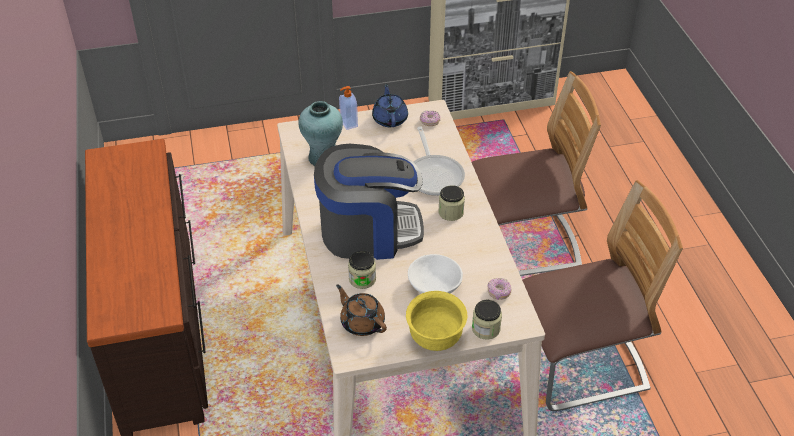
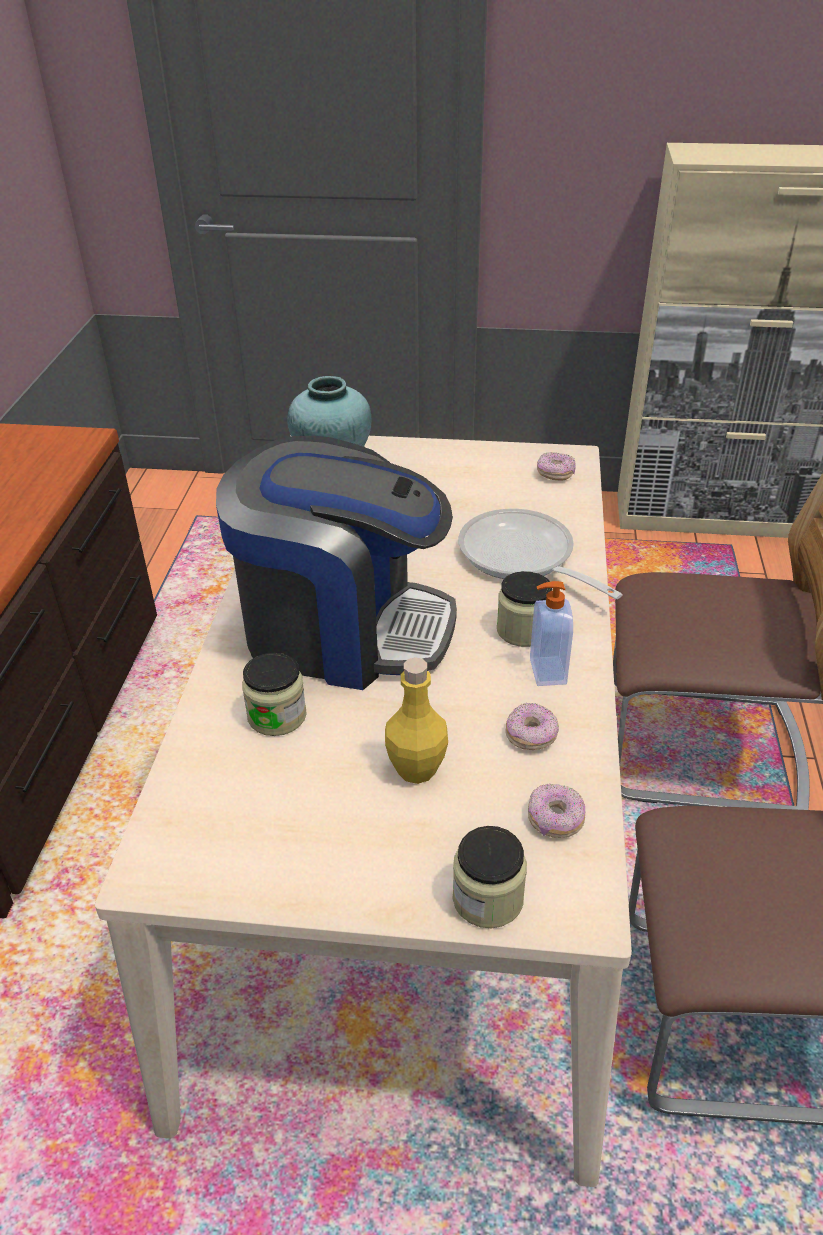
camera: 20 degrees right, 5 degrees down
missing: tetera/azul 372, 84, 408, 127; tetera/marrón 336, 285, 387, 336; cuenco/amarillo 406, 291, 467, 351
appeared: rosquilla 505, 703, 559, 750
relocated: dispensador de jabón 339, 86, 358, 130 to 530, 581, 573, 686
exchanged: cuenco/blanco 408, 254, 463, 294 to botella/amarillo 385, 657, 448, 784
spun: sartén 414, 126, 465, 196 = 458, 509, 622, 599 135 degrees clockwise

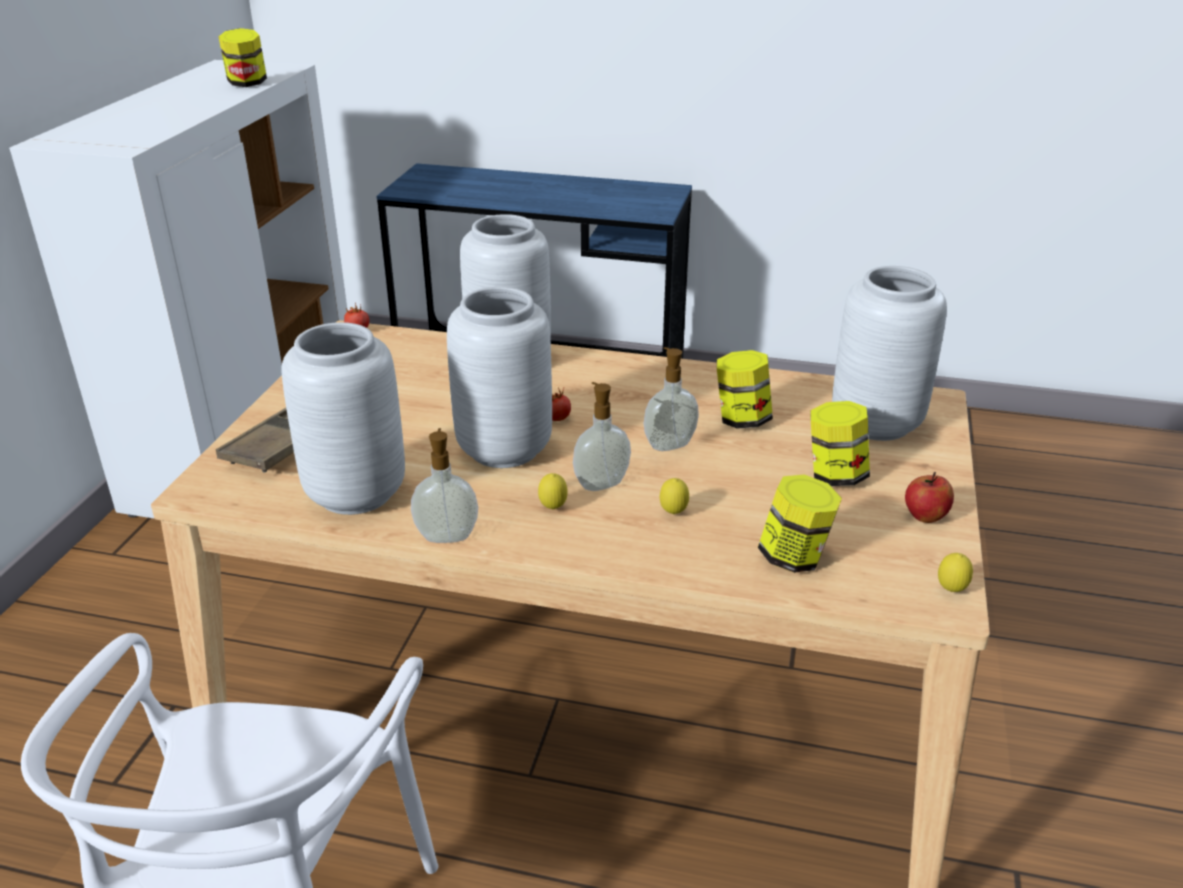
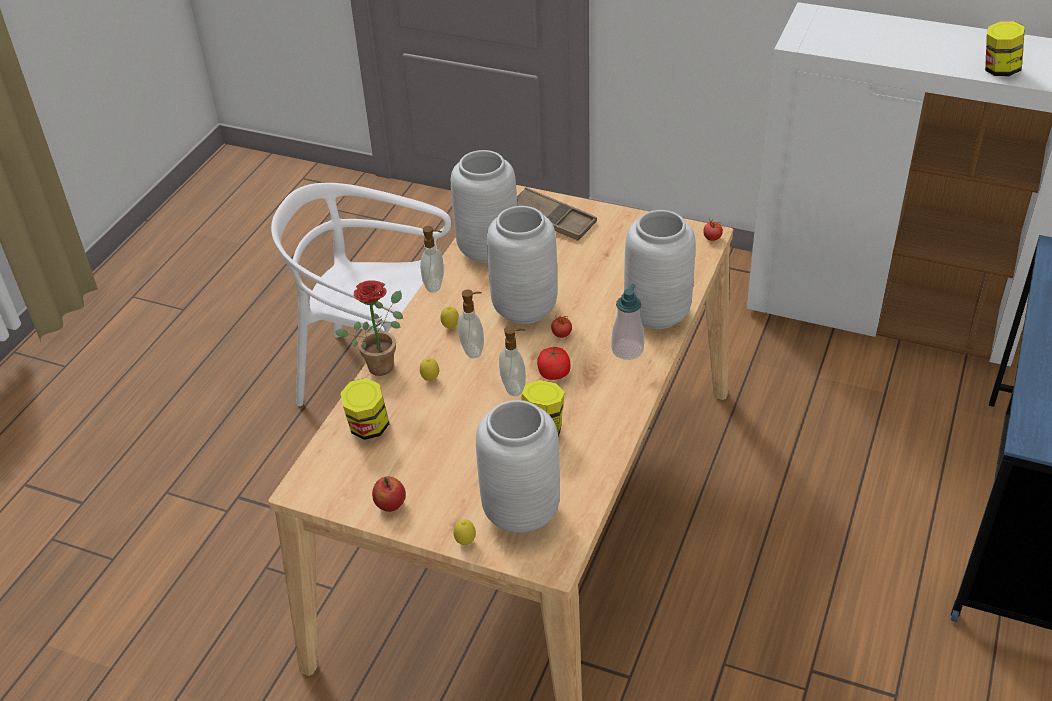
camera: 100 degrees right, 10 degrees up
missing: tarro 810, 401, 870, 486
appeared: planta en maceta 335, 280, 403, 376; dispensador de jabón 611, 284, 644, 360; tomate 537, 347, 571, 380
relocated: limón 938, 553, 973, 592 to 453, 519, 476, 545

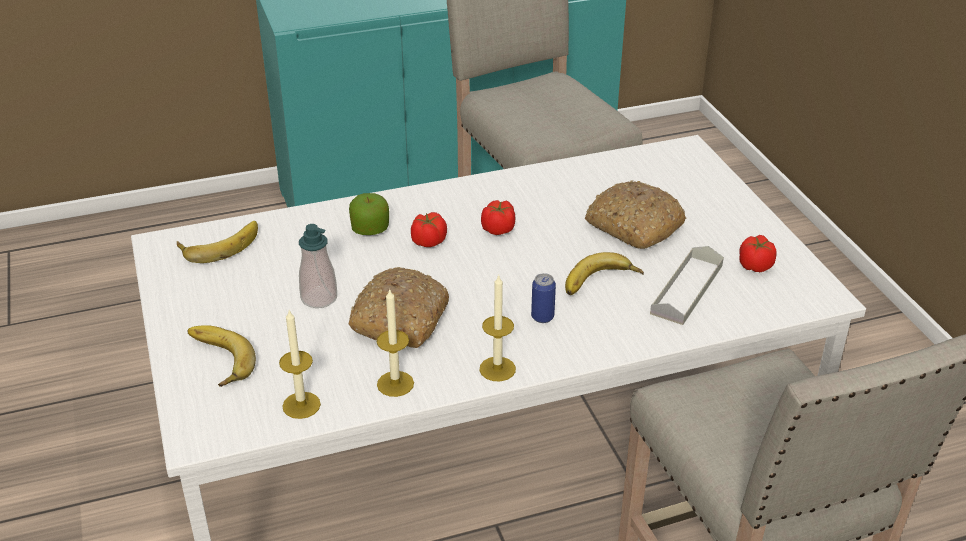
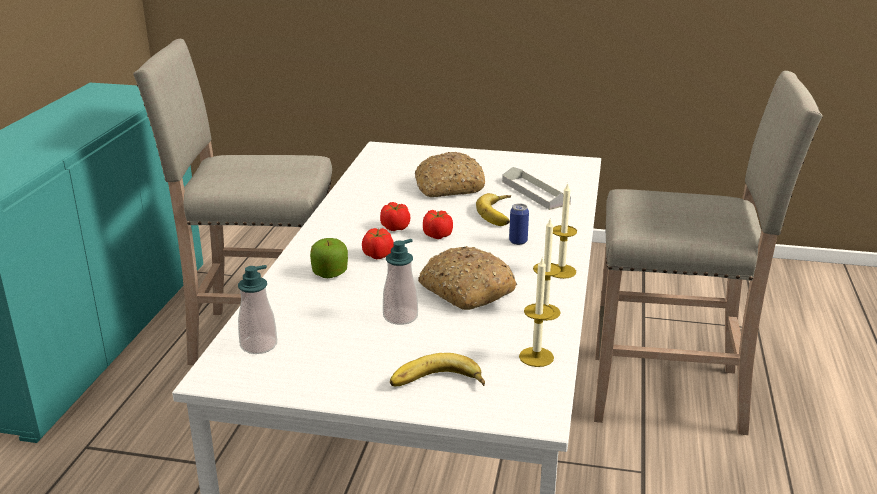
camera: 60 degrees left, 10 degrees down
relocated: tomate 739, 235, 777, 272 to 423, 210, 453, 239
exchanged: plátano 177, 221, 258, 263 to dispensador de jabón 238, 265, 277, 354

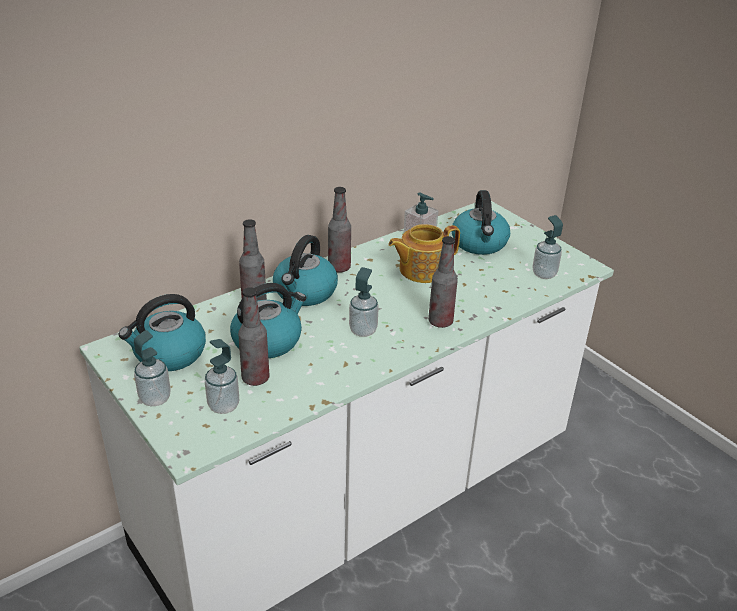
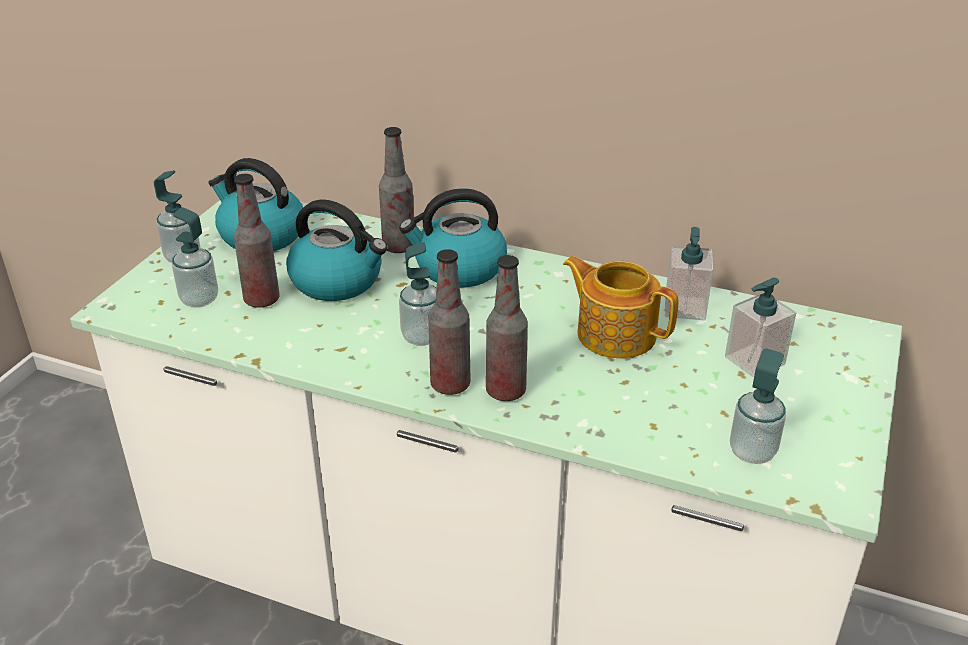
camera: 60 degrees right, 0 degrees up
relocated: botella 328, 187, 351, 273 to 428, 249, 470, 395
exchanged: hervidor 452, 190, 510, 255 to dispensador de jabón 725, 278, 796, 378

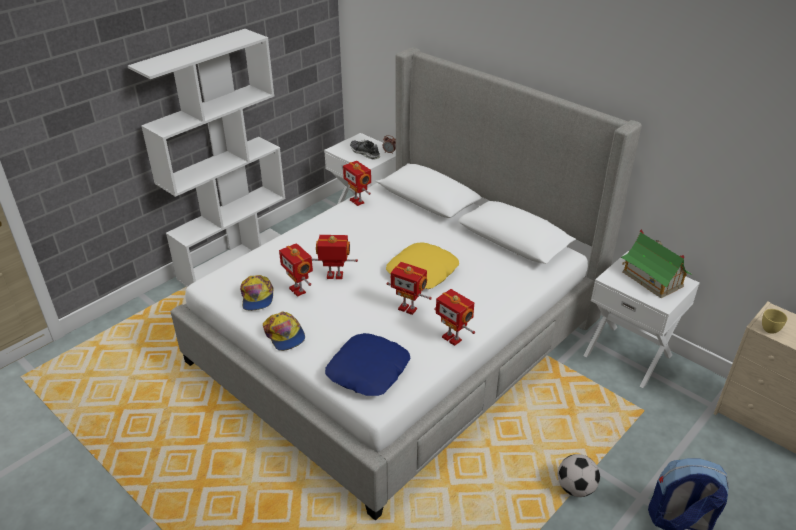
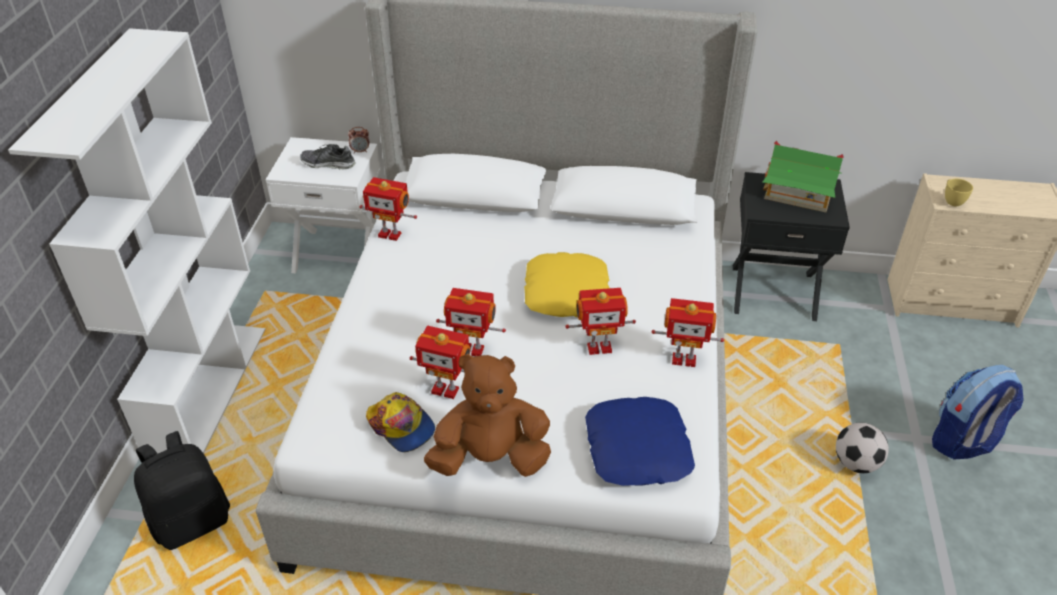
camera: 35 degrees left, 5 degrees up
appeared: mochila/negro 134, 431, 230, 550
exchanged: gorra 263, 311, 305, 351 to peluche/marrón 424, 354, 551, 477
colour: mesita de noche/blanco 584, 251, 700, 388 to mesita de noche/negro 733, 172, 850, 321
spun: robot de juguete 312, 235, 358, 279 = 436, 288, 506, 356 135 degrees counterclockwise

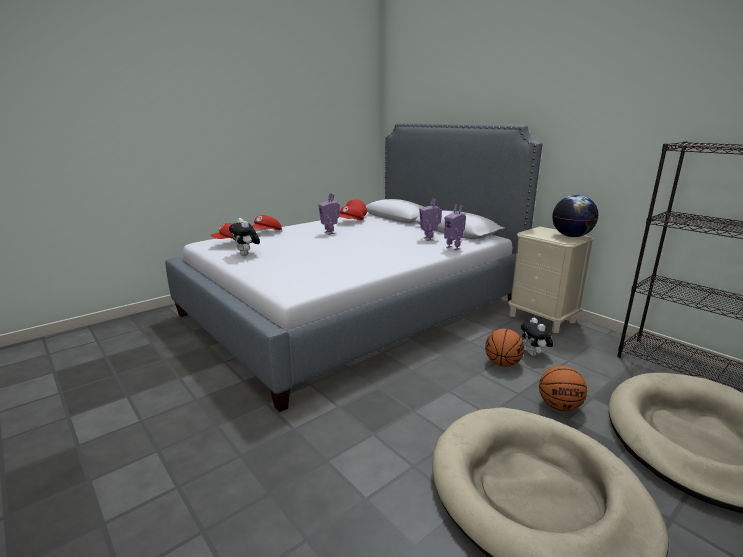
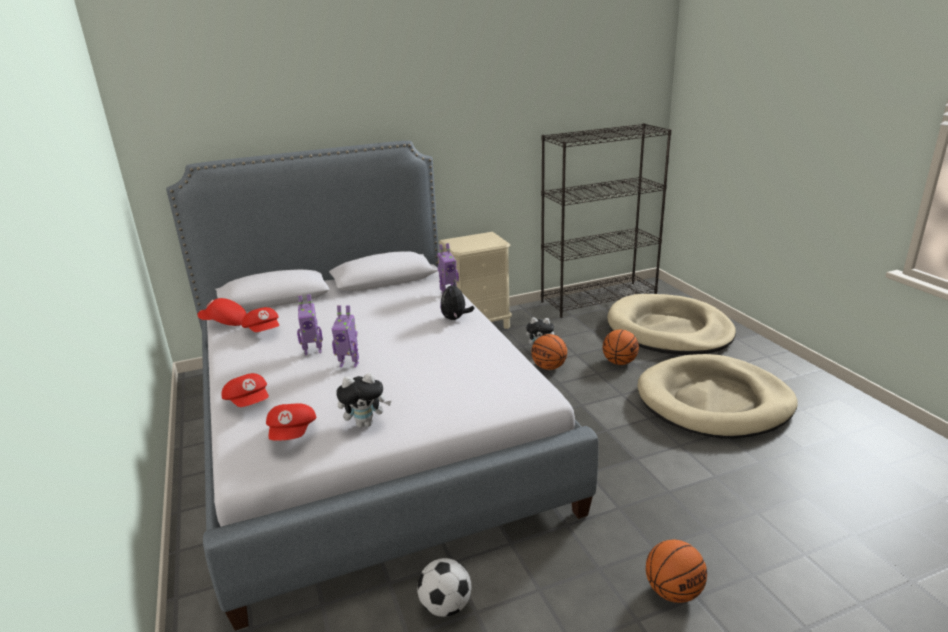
camera: 70 degrees left, 5 degrees up
missing: globo terráqueo 552, 195, 598, 237
appeared: peluche 440, 281, 475, 320; balón de baloncesto 646, 539, 707, 603; balón de fútbol 417, 558, 471, 617
relocated: robot de juguete 419, 198, 442, 241 to 332, 305, 359, 368

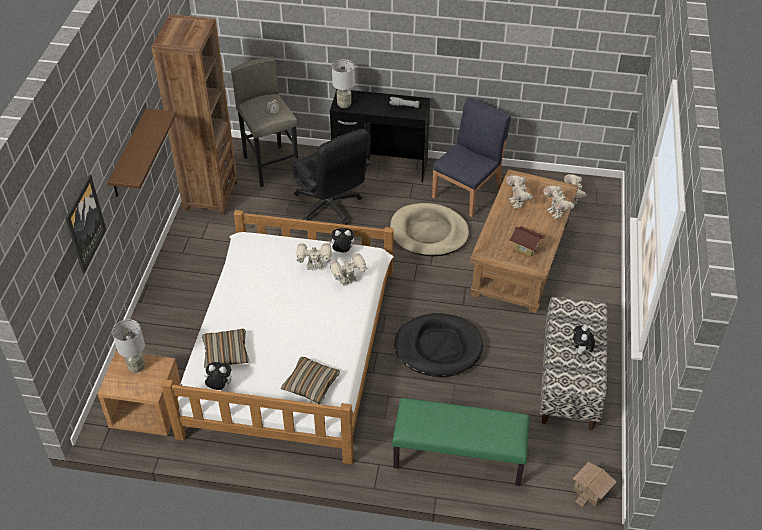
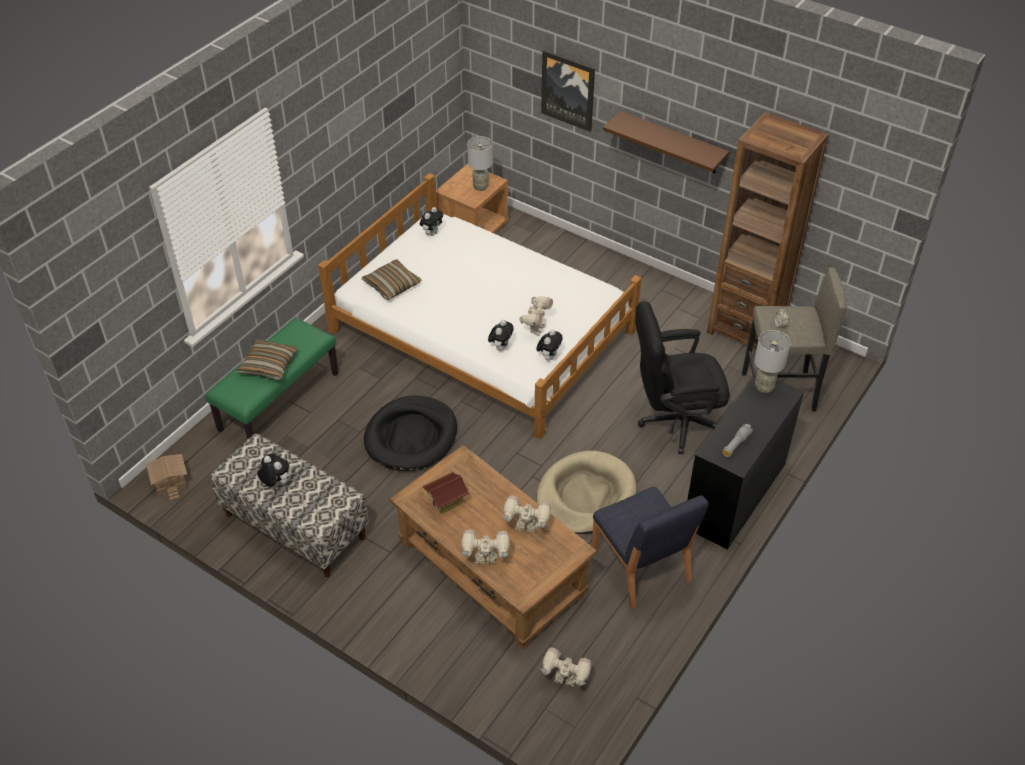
camera: 115 degrees right, 0 degrees up
relocated: cojín 202, 329, 249, 369 to 237, 339, 297, 380
exchanged: robot de juguete 330, 253, 368, 286 to peluche 488, 320, 513, 351

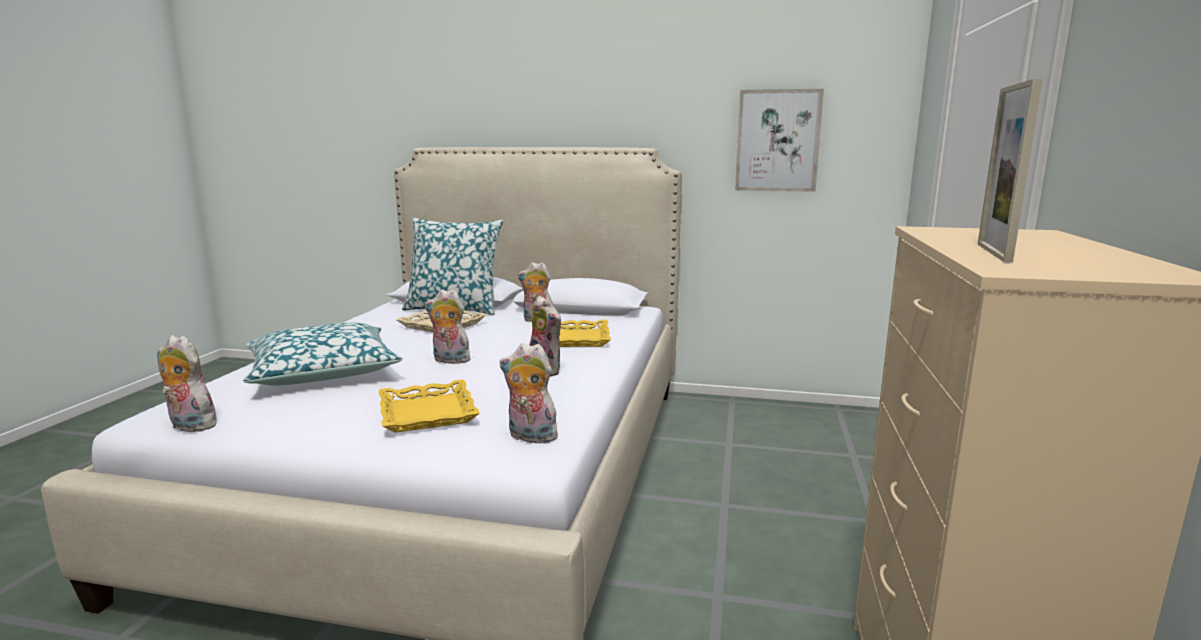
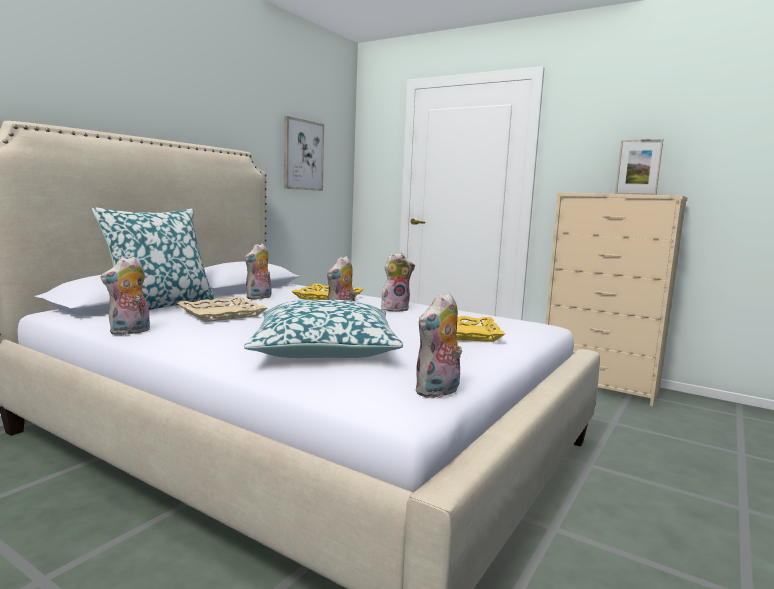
camera: 70 degrees left, 5 degrees down
relocated: peluche 500, 343, 558, 444 to 100, 257, 150, 335

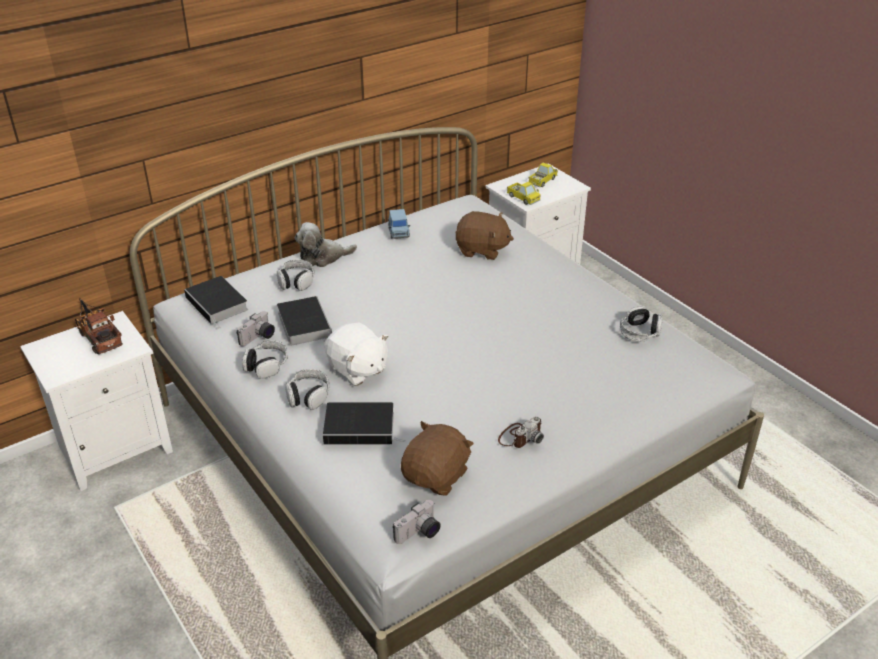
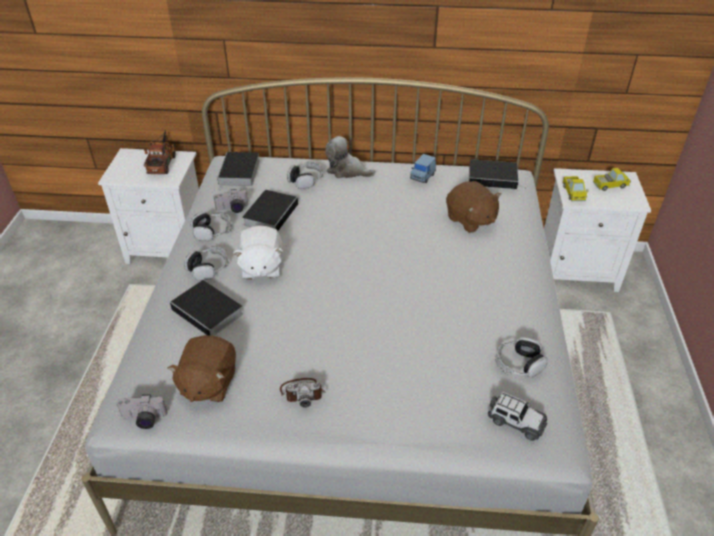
camera: 40 degrees right, 5 degrees up
appeared: libro 469, 159, 527, 189; coche de juguete 488, 392, 547, 441
spun: peluche/marrón 401, 421, 474, 496 = 168, 335, 236, 402 120 degrees clockwise

